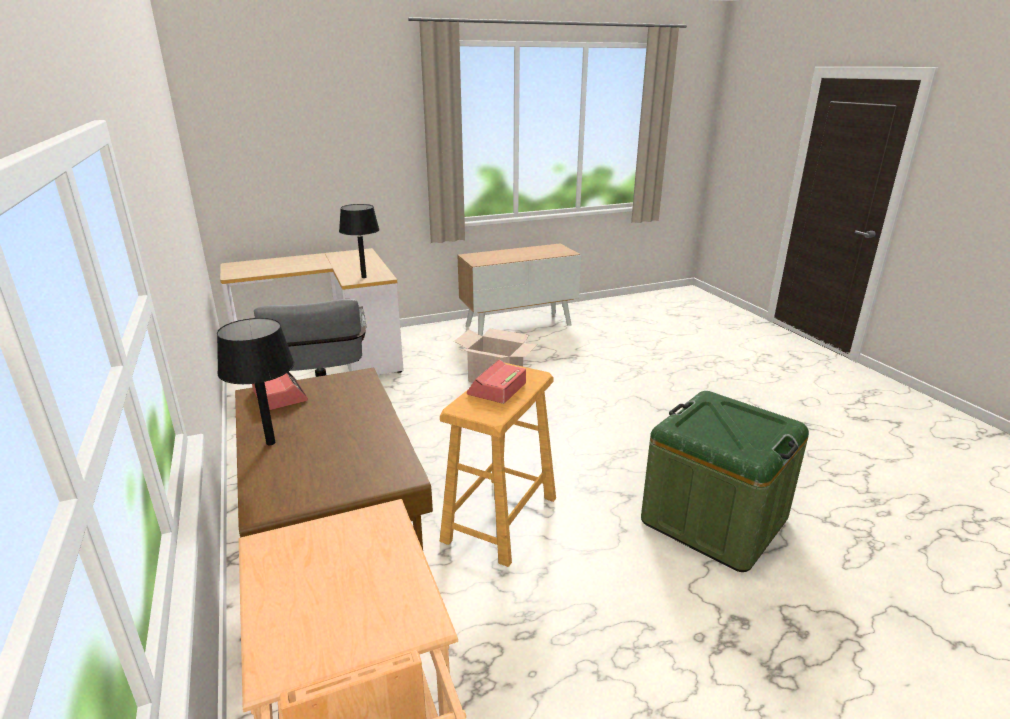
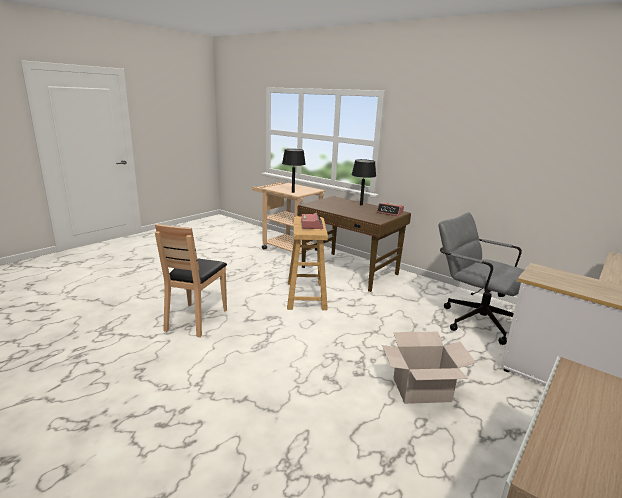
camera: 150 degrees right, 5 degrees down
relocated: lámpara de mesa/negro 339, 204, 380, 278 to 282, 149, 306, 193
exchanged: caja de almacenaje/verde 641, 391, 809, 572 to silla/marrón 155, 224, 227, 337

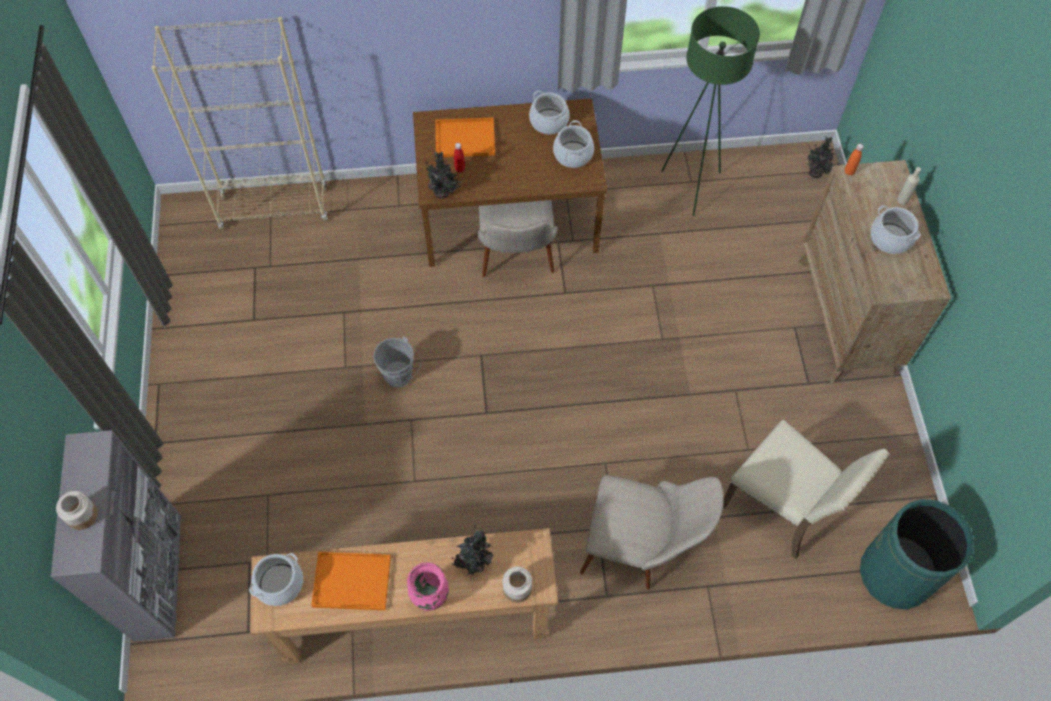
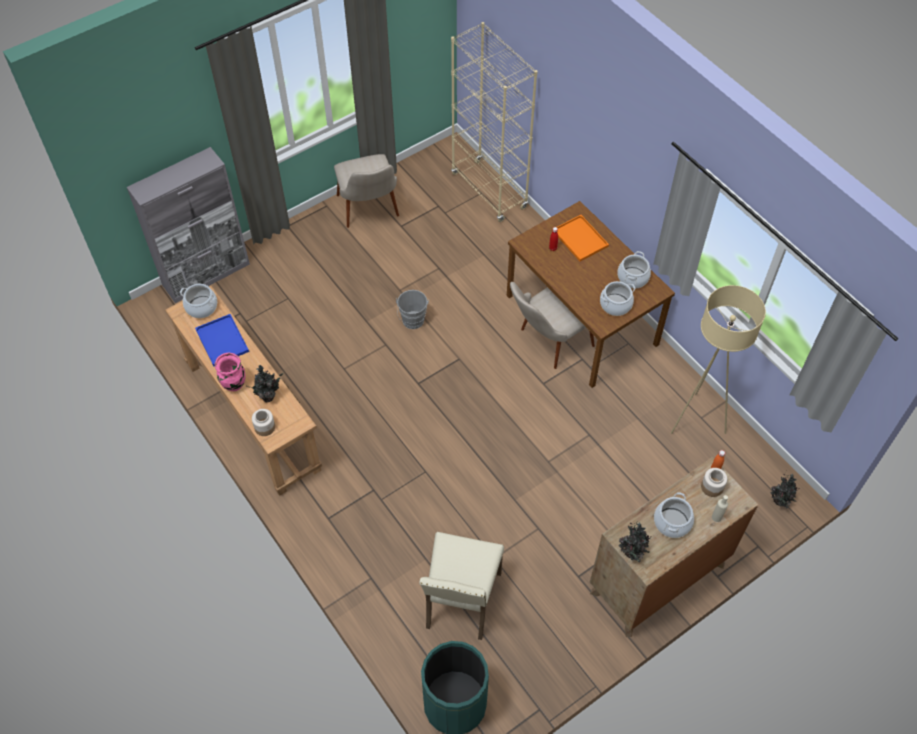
camera: 60 degrees right, 5 degrees down
relocated: planta en maceta 425, 151, 462, 199 to 618, 519, 652, 562; silla/beis 580, 475, 723, 590 to 334, 154, 399, 228; tarro 56, 491, 98, 530 to 701, 468, 727, 497
colour: lámpara de pie/verde 661, 6, 760, 216 to lámpara de pie/beis 671, 285, 766, 434; bandeja/naranja 311, 552, 391, 610 to bandeja/azul 195, 314, 249, 366

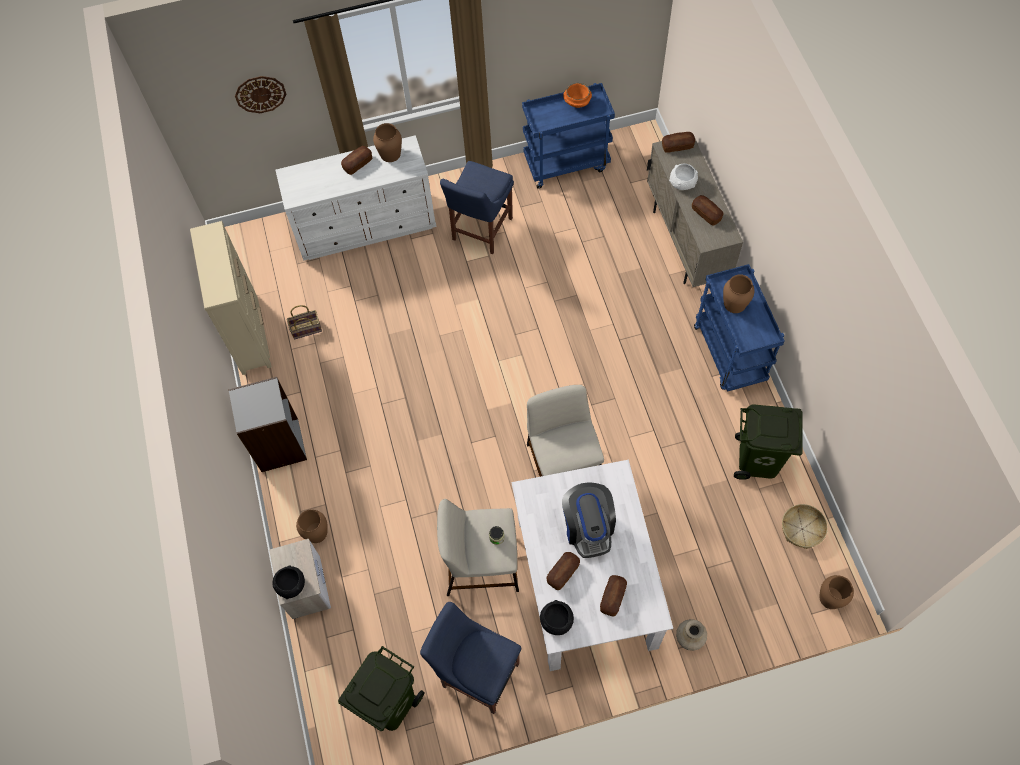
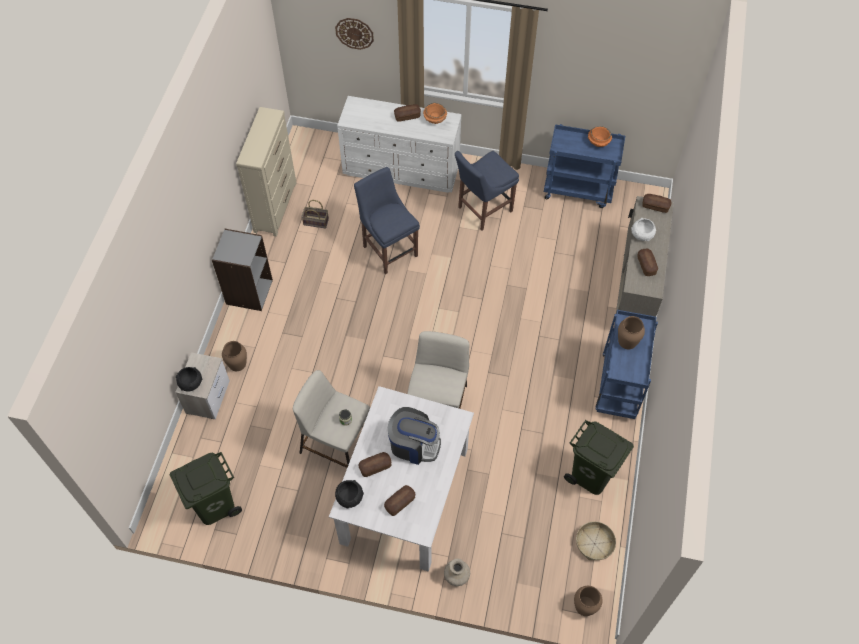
camera: 25 degrees right, 5 degrees down
relocated: silla/azul 420, 602, 521, 714 to 354, 167, 420, 274
exchanged: florero/marrón 373, 123, 402, 162 to cuenco/naranja 423, 103, 447, 124
spun: cafetera 562, 482, 616, 558 = 388, 407, 441, 465 90 degrees counterclockwise

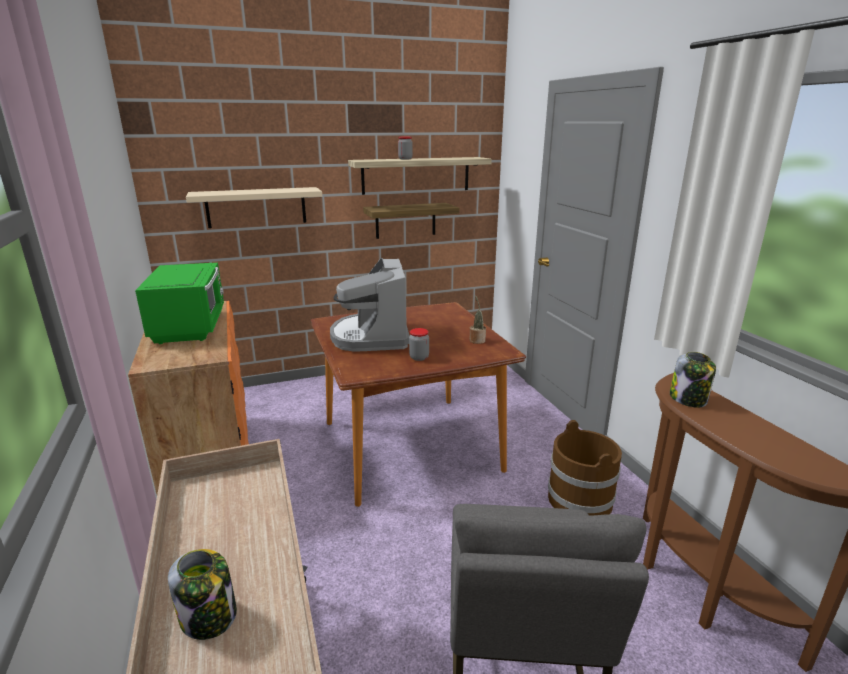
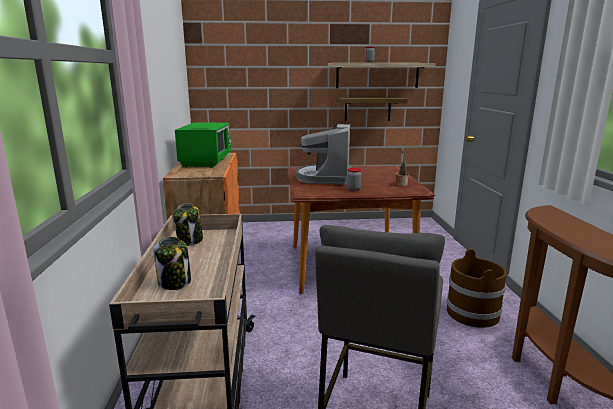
camera: 15 degrees right, 5 degrees down
missing: estante/beis 186, 187, 322, 228
relocated: tarro 670, 352, 716, 408 to 173, 203, 203, 246

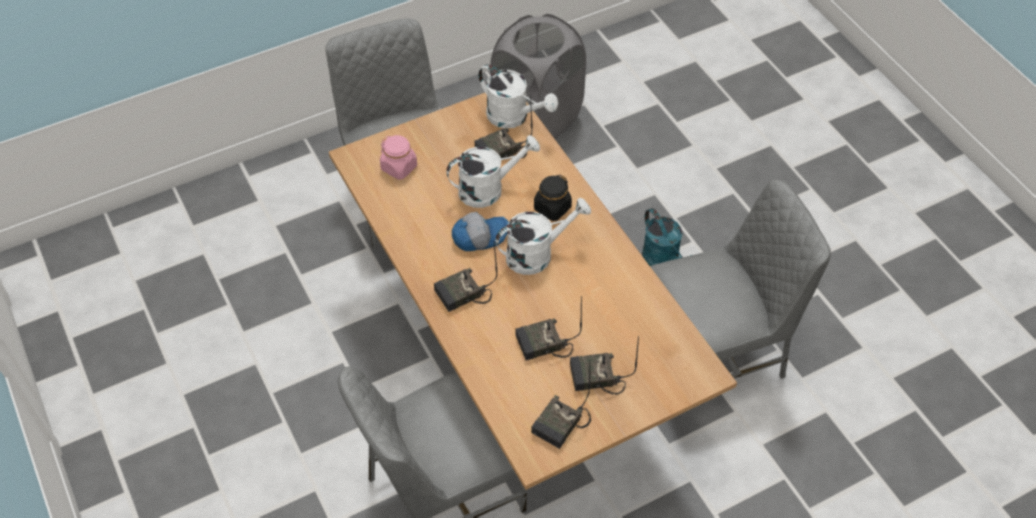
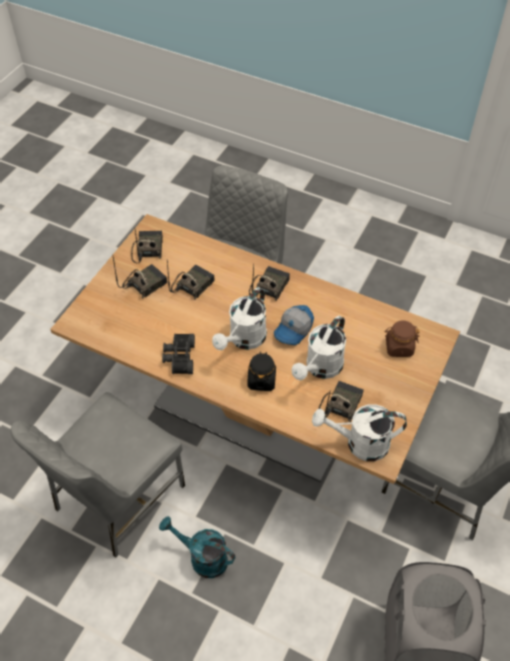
camera: 145 degrees right, 0 degrees up
appeared: prismáticos/negro 162, 334, 195, 374
colour: tarro/rosa 380, 135, 417, 180 to tarro/marrón 385, 320, 420, 357

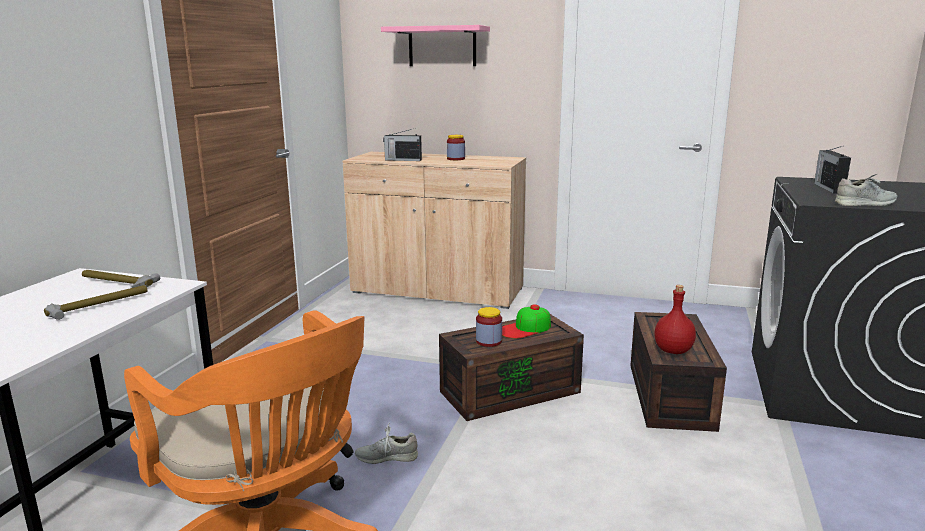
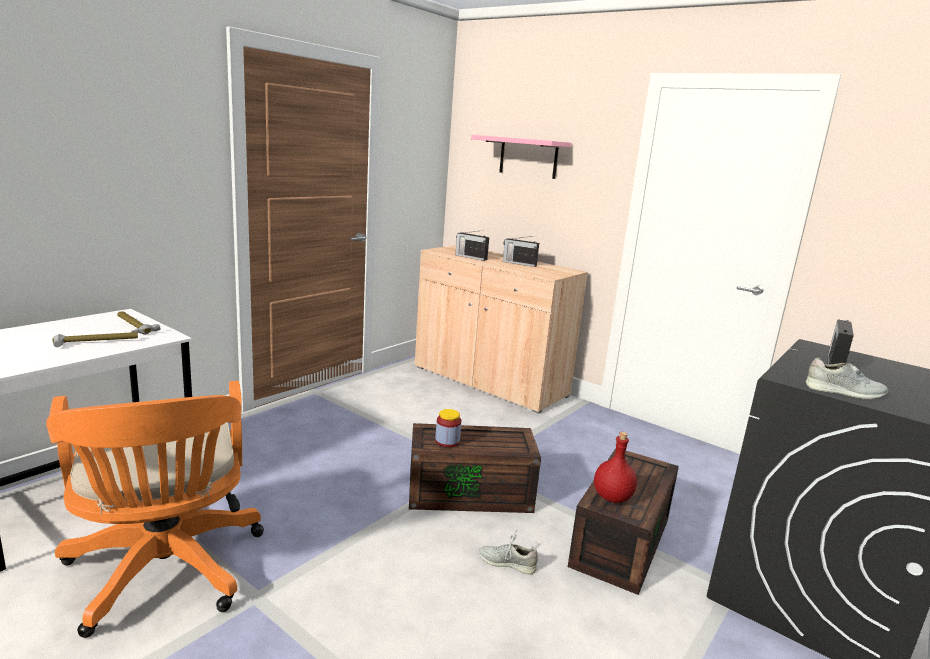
camera: 20 degrees right, 0 degrees up
missing: gorra 502, 304, 551, 339
relocated: zapato/gris 355, 422, 418, 464 to 479, 530, 538, 575
exchanged: tarro 447, 135, 465, 160 to radio 503, 236, 539, 267

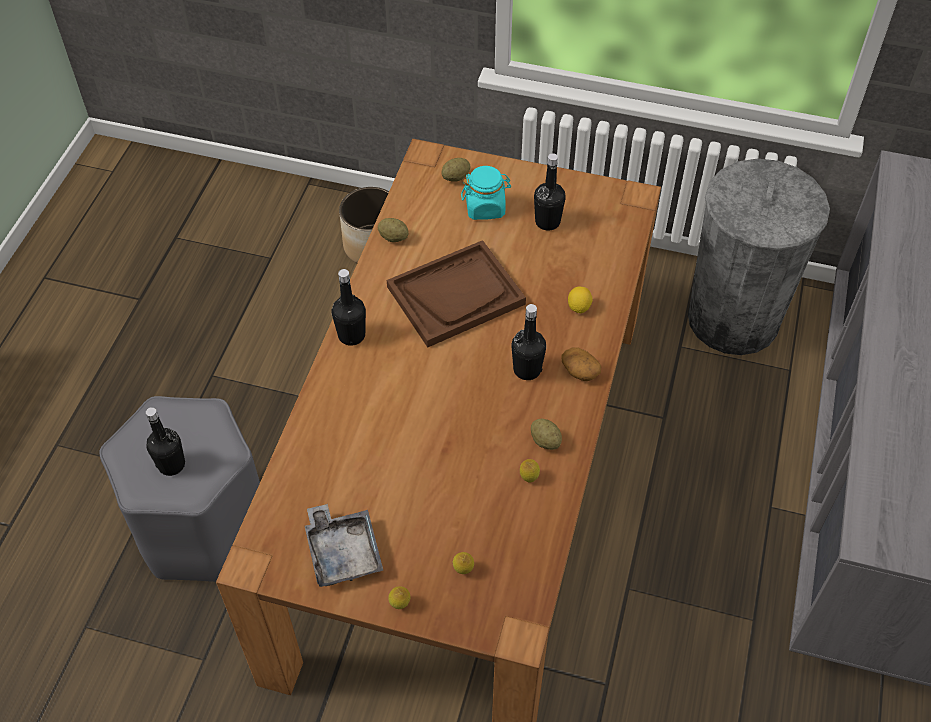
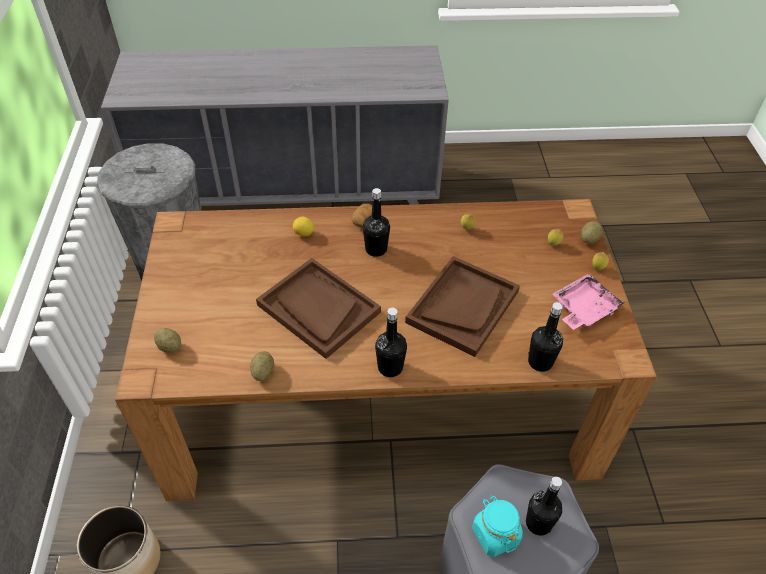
camera: 110 degrees left, 5 degrees down
appeared: bandeja/marrón 405, 256, 520, 357
relocated: botella/negro 534, 153, 566, 231 to 528, 302, 563, 372; tarro/turquesa 461, 166, 511, 220 to 472, 496, 523, 557; patata 531, 419, 562, 450 to 581, 221, 603, 244
colour: bandeja/gris 305, 504, 383, 587 to bandeja/rosa 552, 274, 624, 330

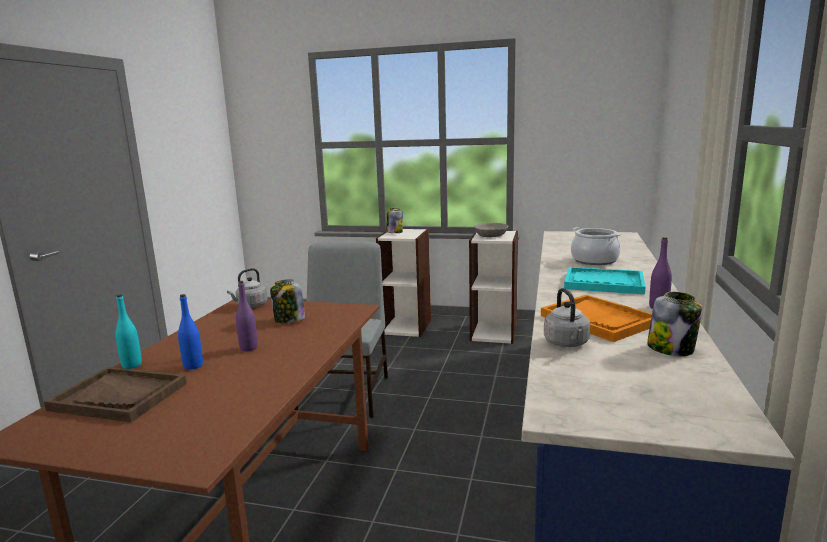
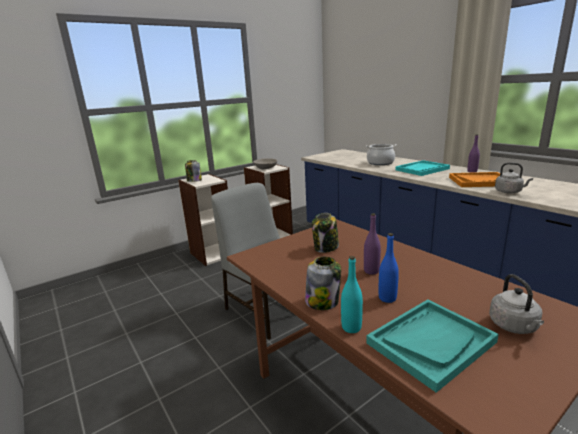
camera: 50 degrees left, 5 degrees up
relocated: hervidor/gris 227, 268, 268, 308 to 489, 274, 544, 334; tarro 647, 292, 702, 356 to 305, 257, 341, 310
colour: bandeja/marrón 44, 367, 187, 422 to bandeja/turquesa 366, 299, 499, 393

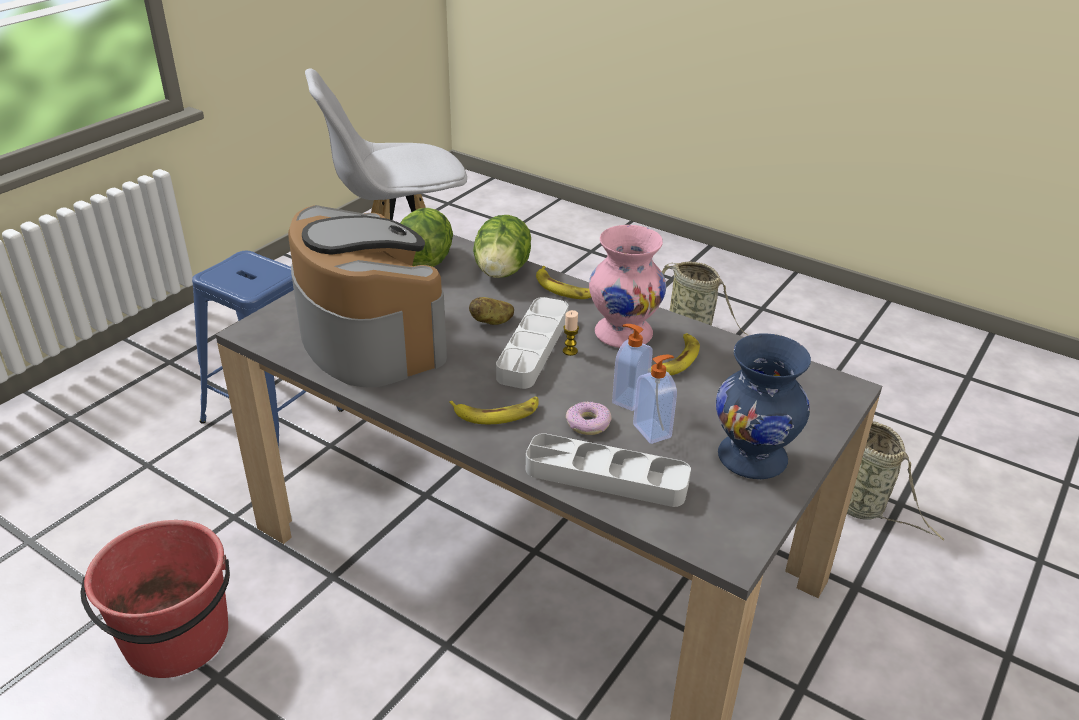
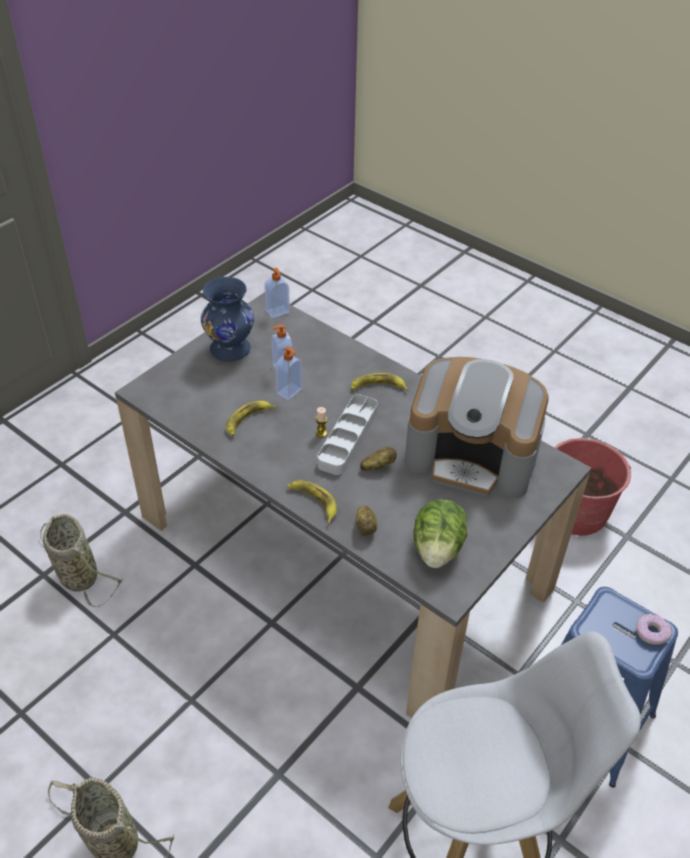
camera: 175 degrees left, 10 degrees up
missing: florero/rosa 589, 225, 666, 348; bandeja/gris 526, 433, 691, 507
appeared: dispensador de jabón 264, 268, 290, 318
relocated: rosquilla 566, 402, 611, 435 to 636, 614, 672, 645
exchanged: lechuga 473, 215, 531, 278 to patata 356, 506, 377, 536
spun: cafetera 288, 205, 447, 387 = 404, 357, 549, 499 45 degrees counterclockwise

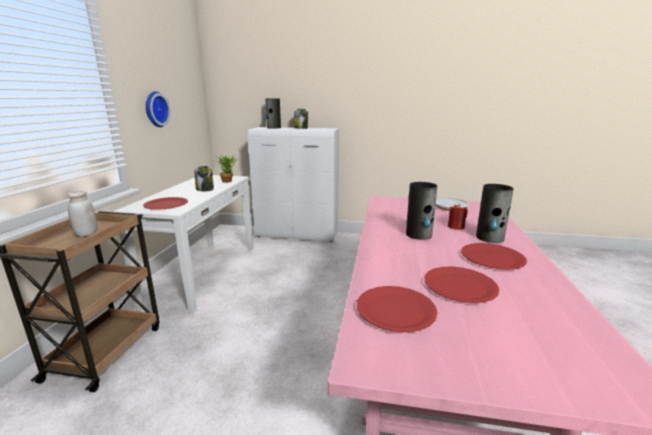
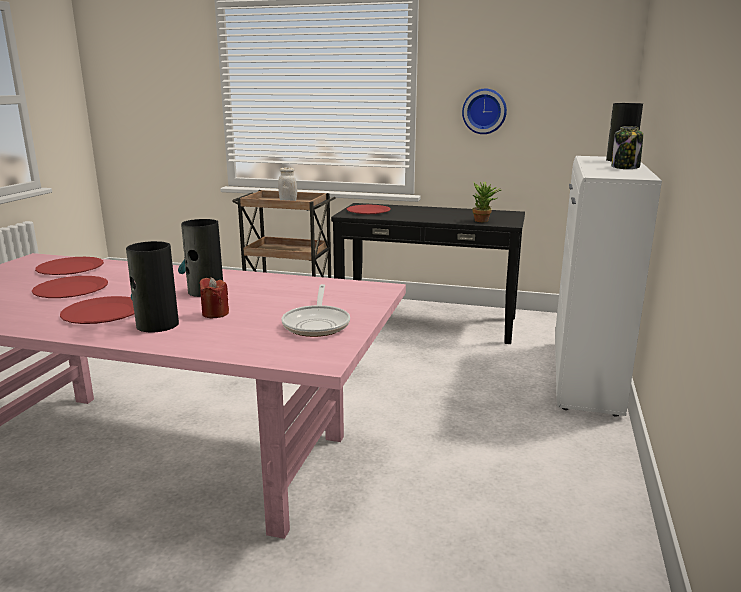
camera: 95 degrees right, 0 degrees up
missing: tarro 194, 166, 214, 192
colour: mesa consola/blanco 113, 175, 253, 313 to mesa consola/negro 331, 203, 525, 344

